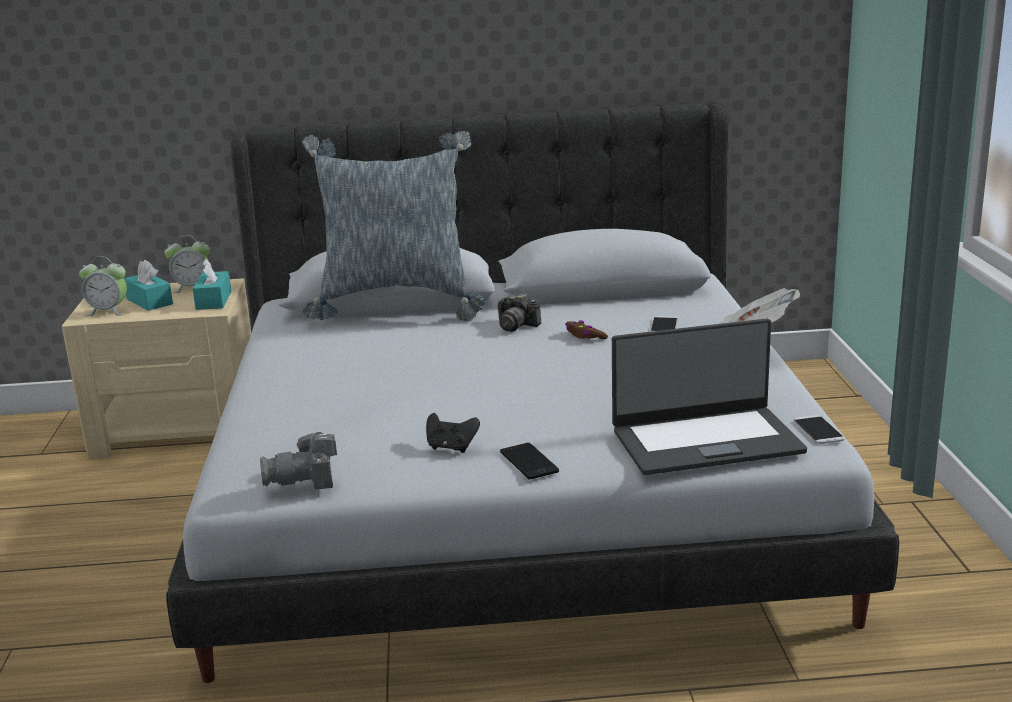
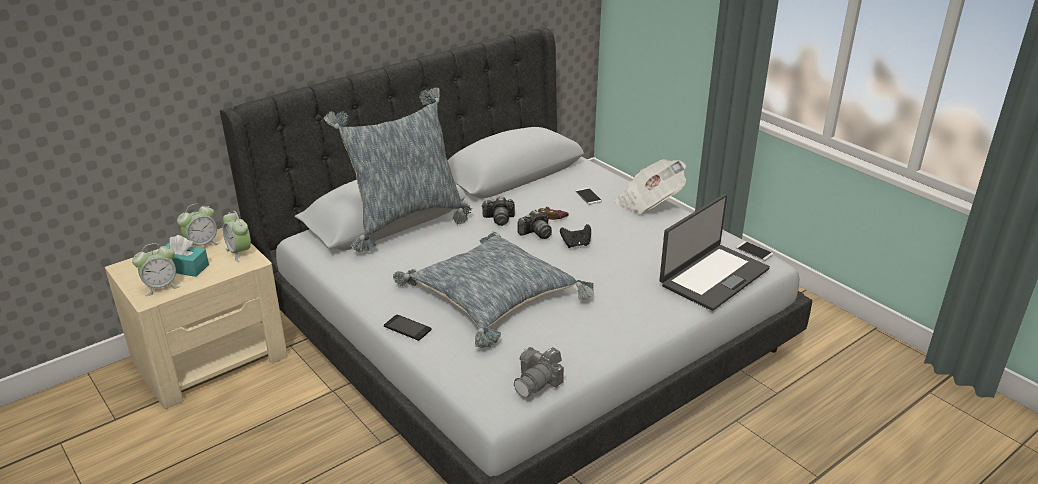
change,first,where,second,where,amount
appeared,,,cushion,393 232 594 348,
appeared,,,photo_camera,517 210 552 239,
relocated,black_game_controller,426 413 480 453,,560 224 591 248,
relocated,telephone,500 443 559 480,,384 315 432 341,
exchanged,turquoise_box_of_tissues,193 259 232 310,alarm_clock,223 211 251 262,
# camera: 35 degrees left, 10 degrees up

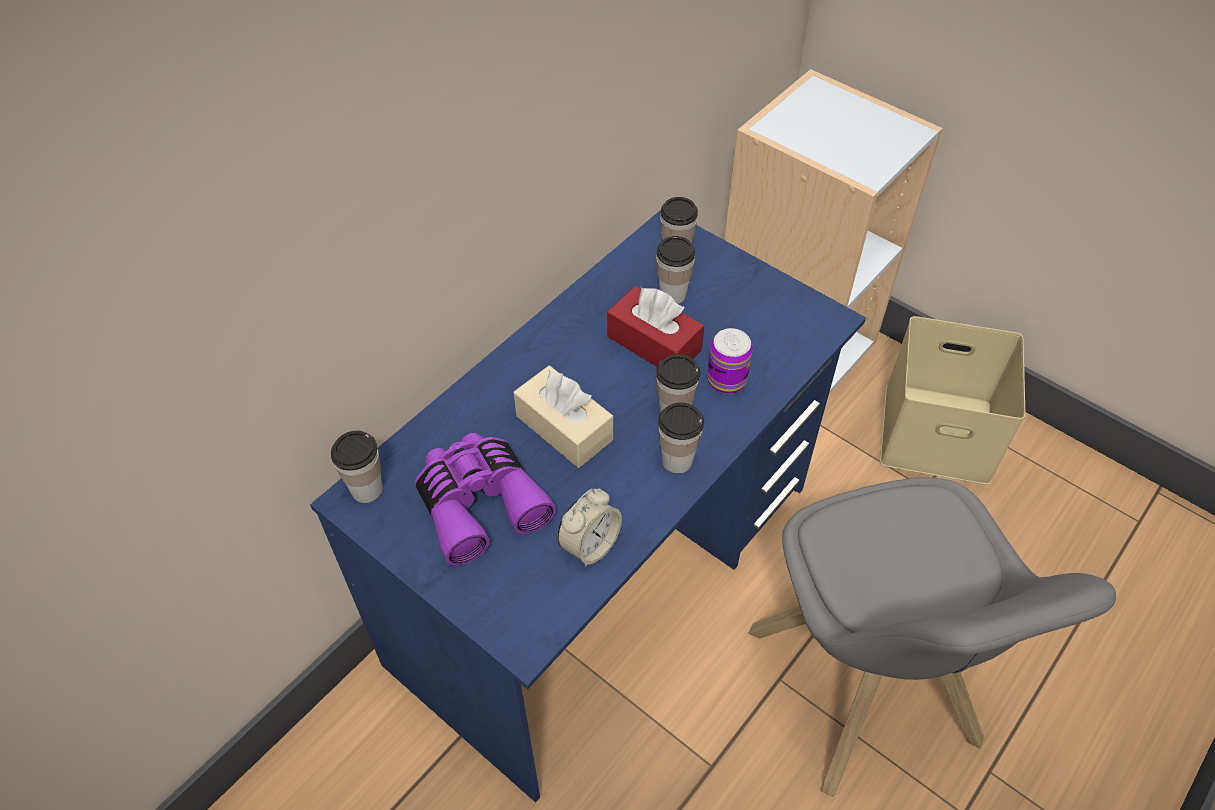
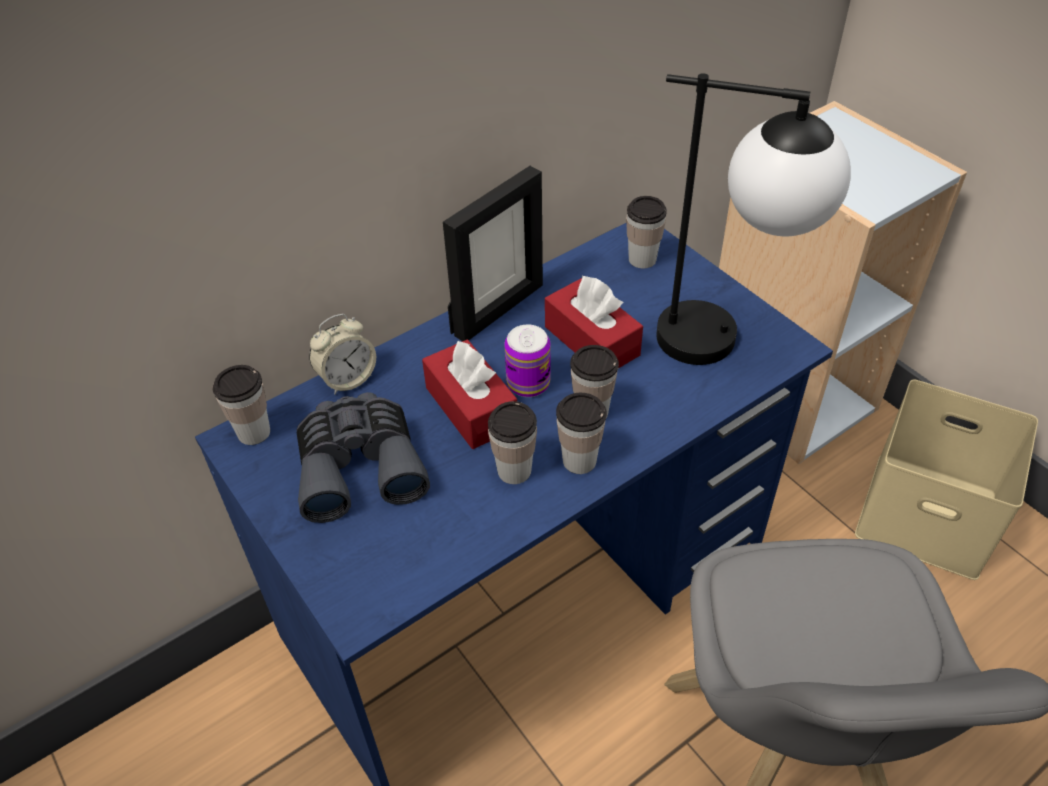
change,first,where,second,where,amount
appeared,,,picture_frame,443 166 543 341,
appeared,,,lamp_for_a_table,656 73 851 365,
relocated,alarm_clock,557 488 622 567,,309 314 376 395,
relocated,cup,656 236 695 304,,488 401 537 484,
relocated,can,707 328 753 394,,504 324 551 397,
colour,purple_field_glasses,415 433 556 566,grey_field_glasses,296 392 430 523,
colour,beige_box_of_tissues,514 366 613 468,red-coloured_box_of_tissues,422 340 517 449,
# camera: 15 degrees right, 5 degrees down

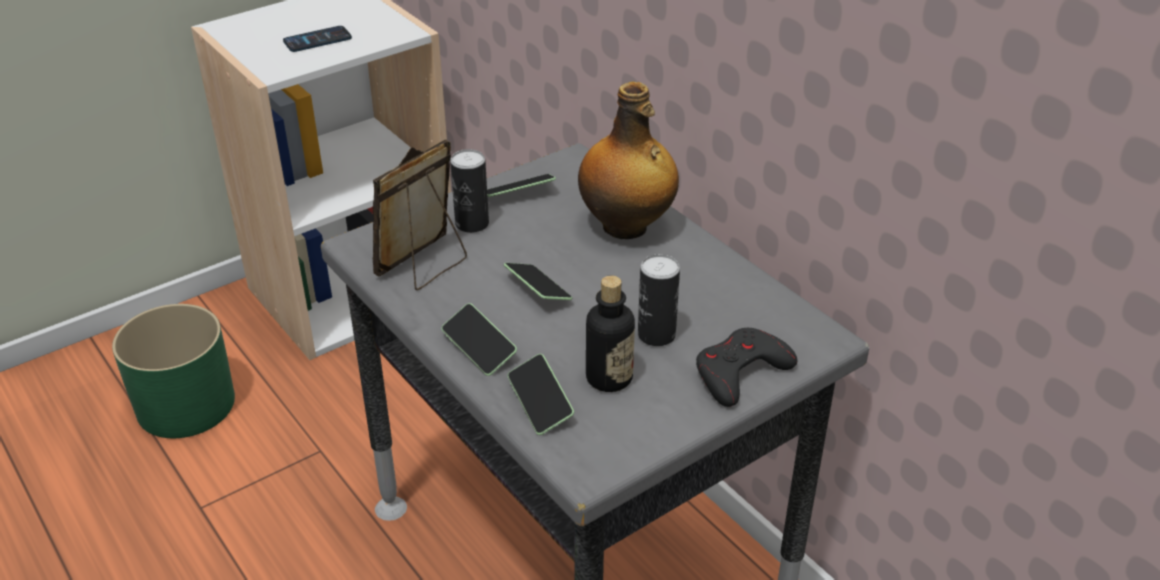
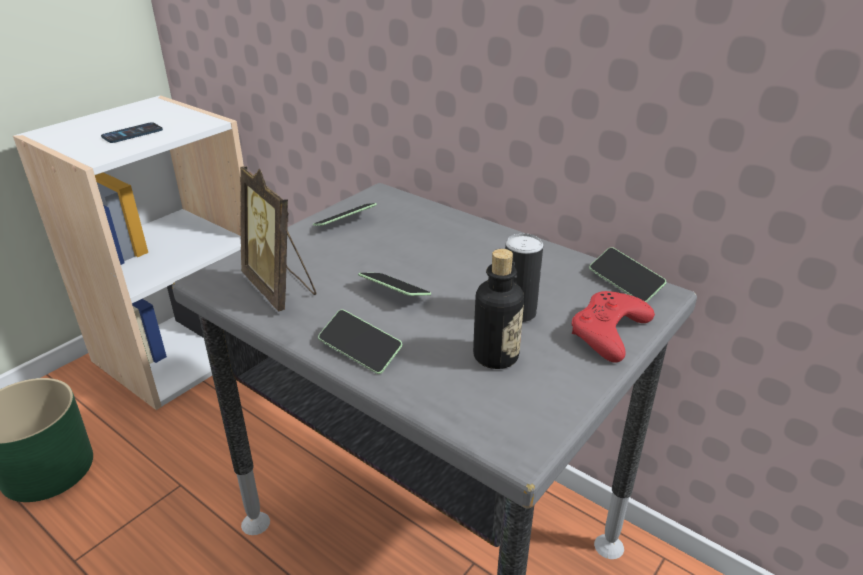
change,first,where,second,where,amount
missing,can,450 149 489 233,,,
missing,drink_bottle,578 82 679 239,,,
relocated,telephone,507 354 574 435,,589 247 666 303,
colour,black_game_controller,696 328 797 407,red-coloured_game_controller,572 291 655 363,
spun,picture_frame,373 139 467 290,,240 166 316 311,60 degrees counterclockwise
# camera: 15 degrees left, 5 degrees down

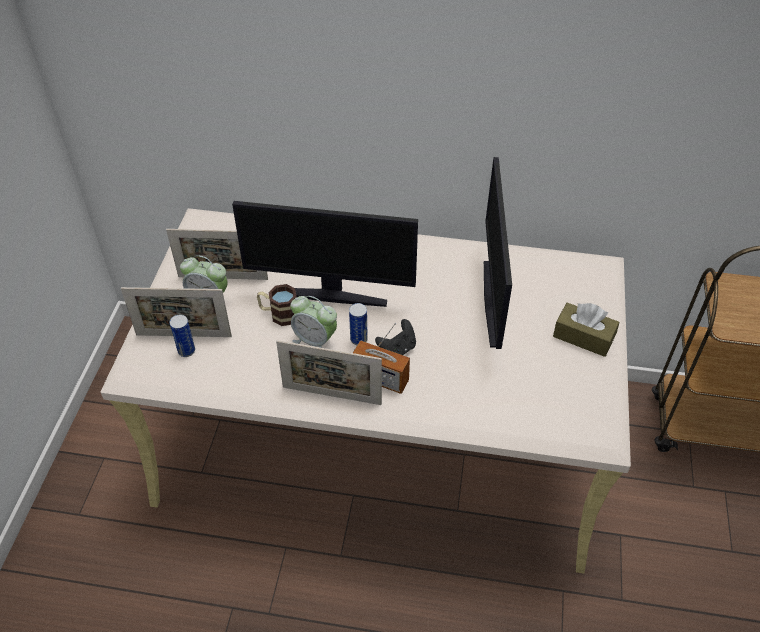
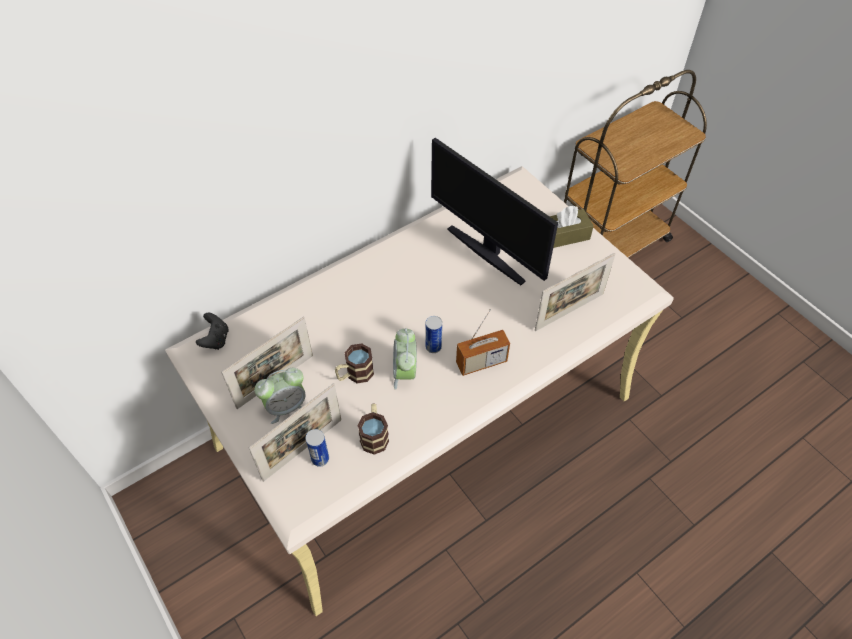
change,first,where,second,where,amount
missing,computer_display,232 201 418 307,,,
appeared,,,coffee_mug,357 404 389 455,
relocated,picture_frame,276 340 382 405,,535 253 615 331,
relocated,black_game_controller,375 319 416 355,,196 313 229 350,
spun,alarm_clock,290 296 337 348,,393 328 417 390,105 degrees clockwise
# camera: 45 degrees left, 5 degrees up

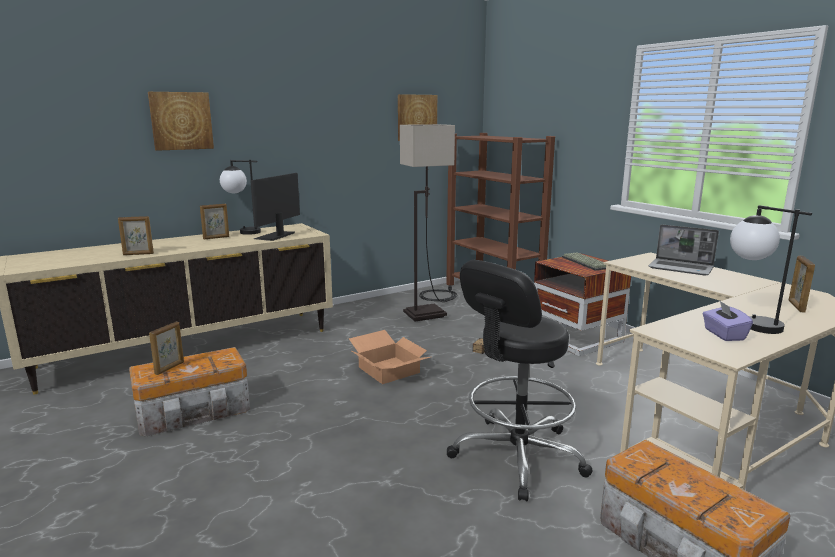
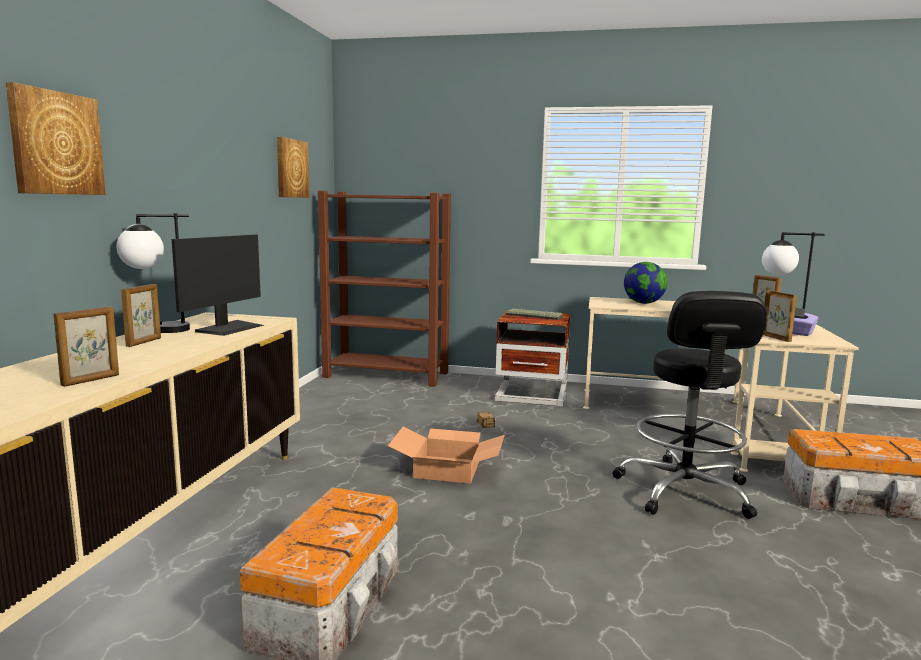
change,first,where,second,where,amount
missing,standard_lamp,400 124 457 322,,,
relocated,picture_frame,149 322 184 375,,763 290 797 342,
exchanged,portable_computer,648 224 719 276,world_globe,624 262 667 304,
spun,computer_display,250 173 300 241,,172 234 264 336,135 degrees counterclockwise
# camera: 45 degrees left, 5 degrees down

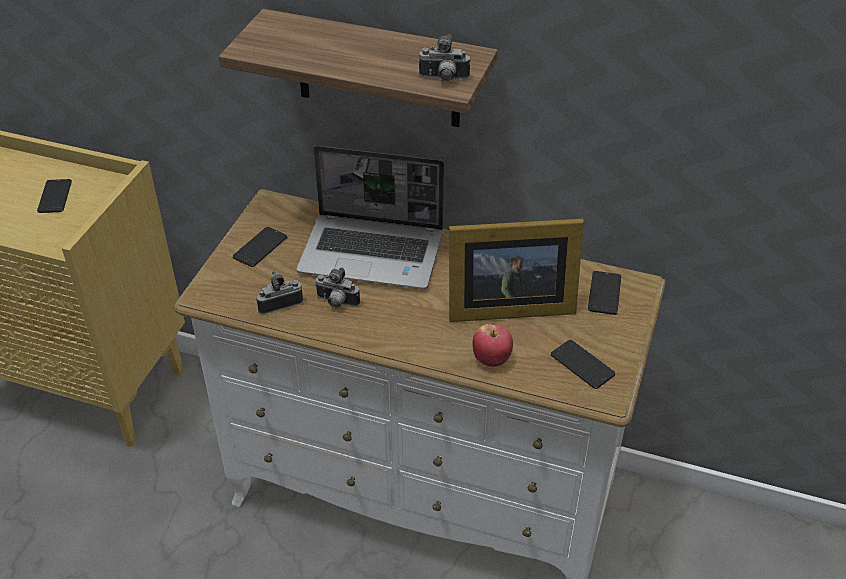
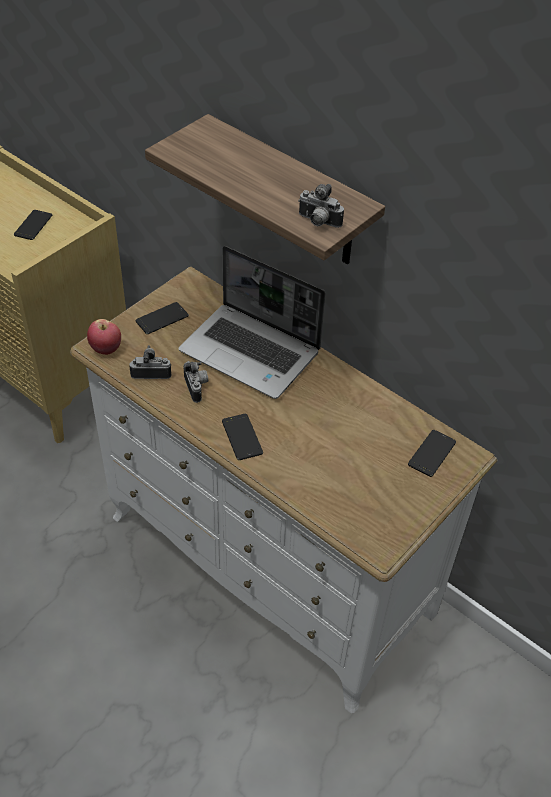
change,first,where,second,where,amount
missing,picture_frame,449 219 584 322,,,
relocated,apple_fruit,473 324 513 367,,87 319 121 355,
relocated,telephone,550 340 616 389,,222 414 263 460,
spun,photo_camera,315 267 360 308,,183 361 208 403,150 degrees counterclockwise
# camera: 20 degrees right, 5 degrees up

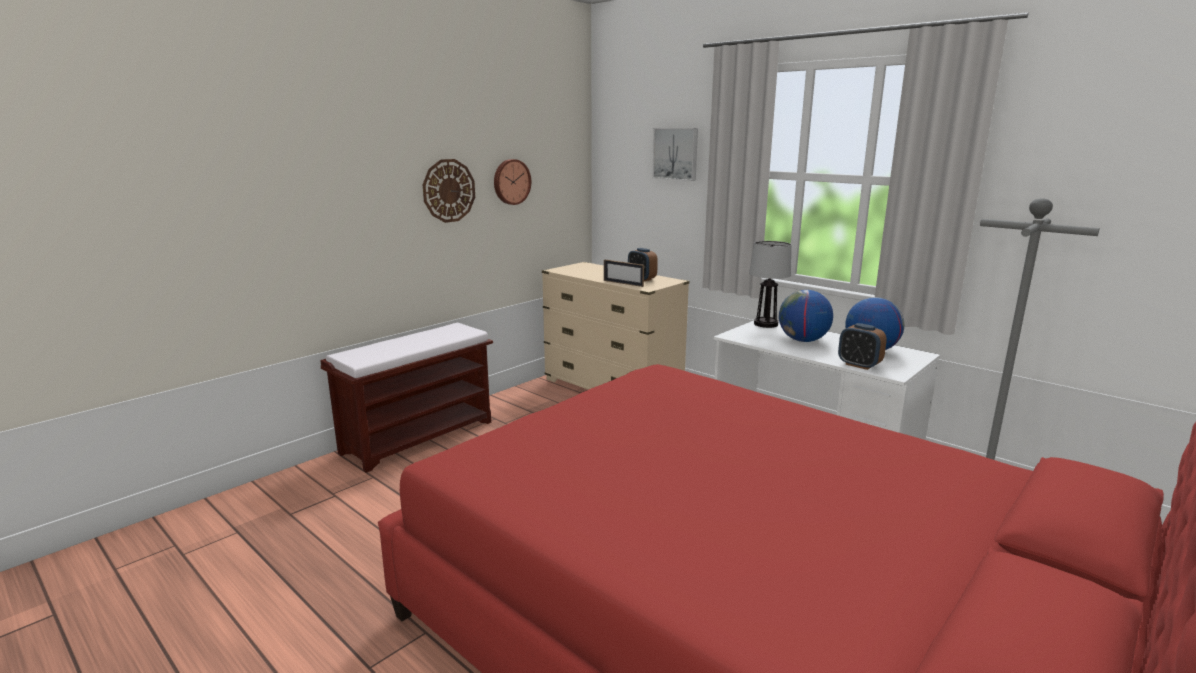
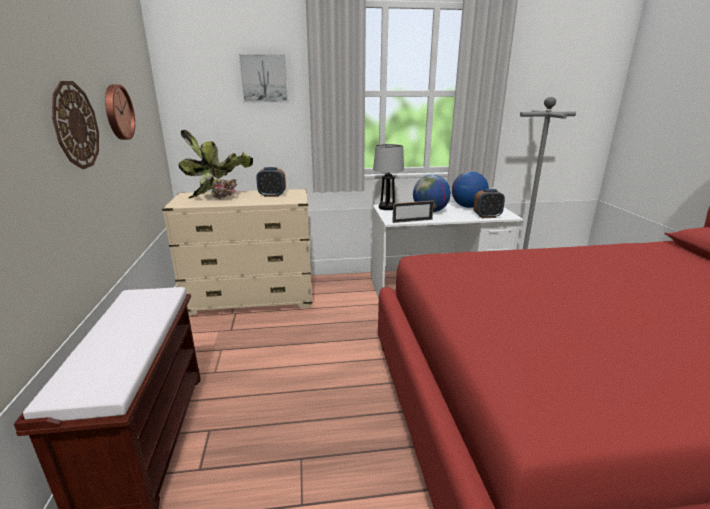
change,first,where,second,where,amount
appeared,,,houseplant,179 130 253 199,
relocated,picture_frame,604 260 644 287,,392 201 434 223,
# camera: 50 degrees left, 5 degrees up

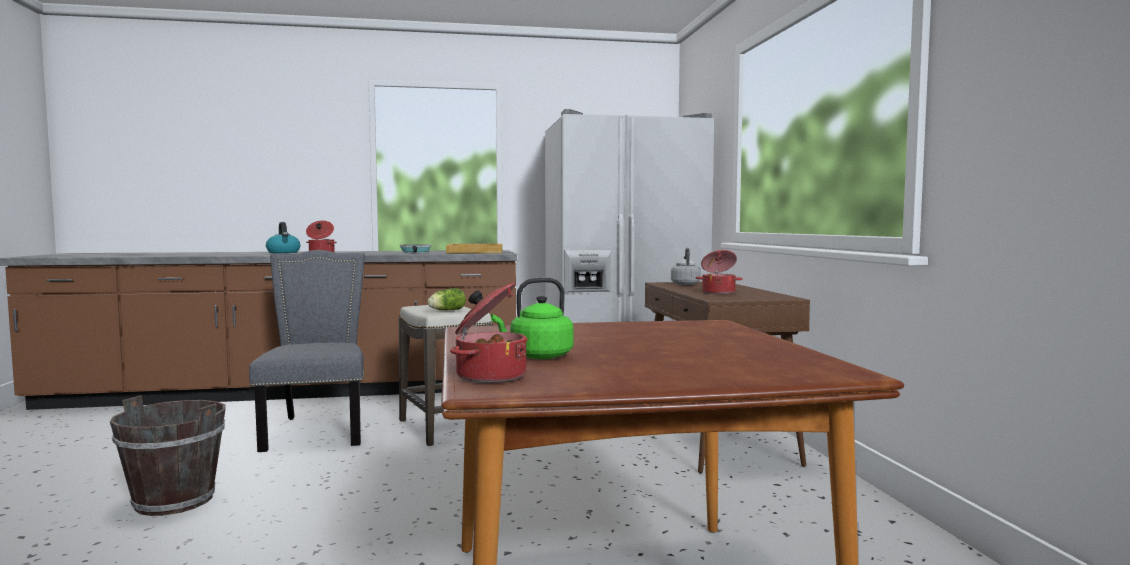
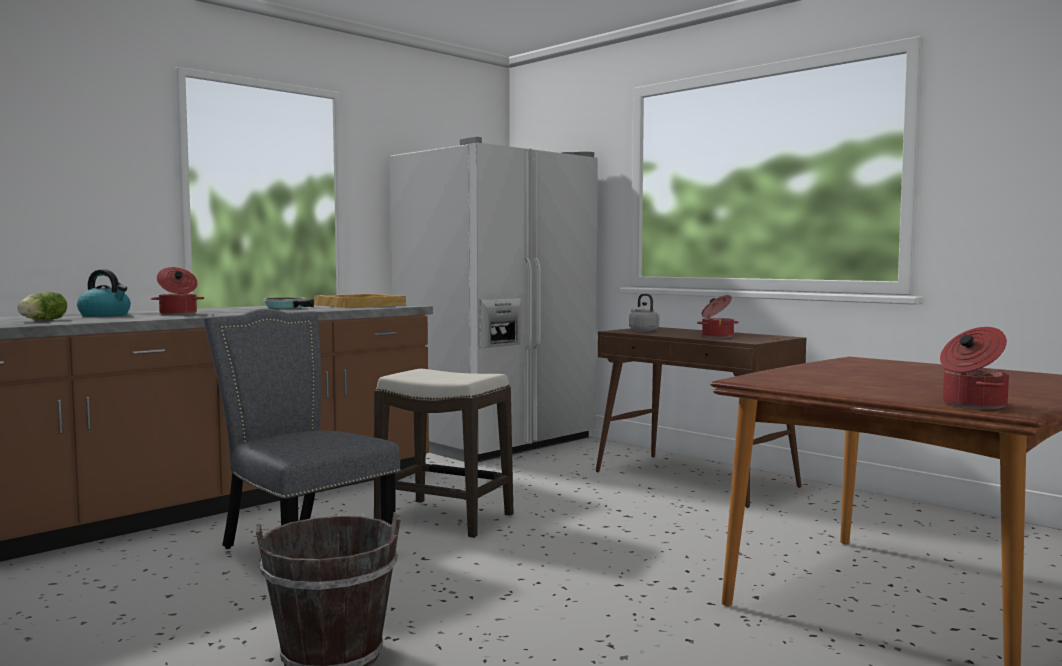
change,first,where,second,where,amount
missing,greenish_tea_kettle,491 278 574 359,,,
relocated,lettuce_head,428 288 466 310,,18 292 67 320,
# camera: 35 degrees left, 0 degrees up

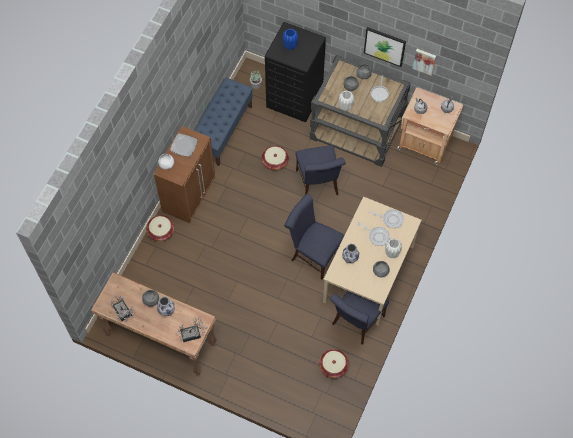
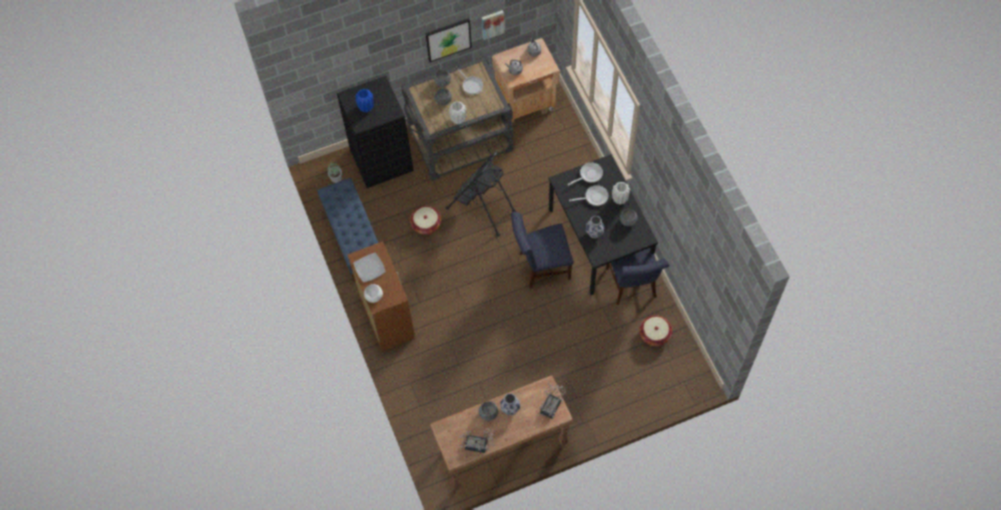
change,first,where,second,where,amount
missing,storage_basket,146 215 175 241,,,
exchanged,blue_chair,296 145 346 195,step_stool,446 151 516 237,
colour,beige_kitchen_table,323 196 422 325,black_kitchen_table,548 154 658 295,
# camera: 45 degrees left, 0 degrees up

